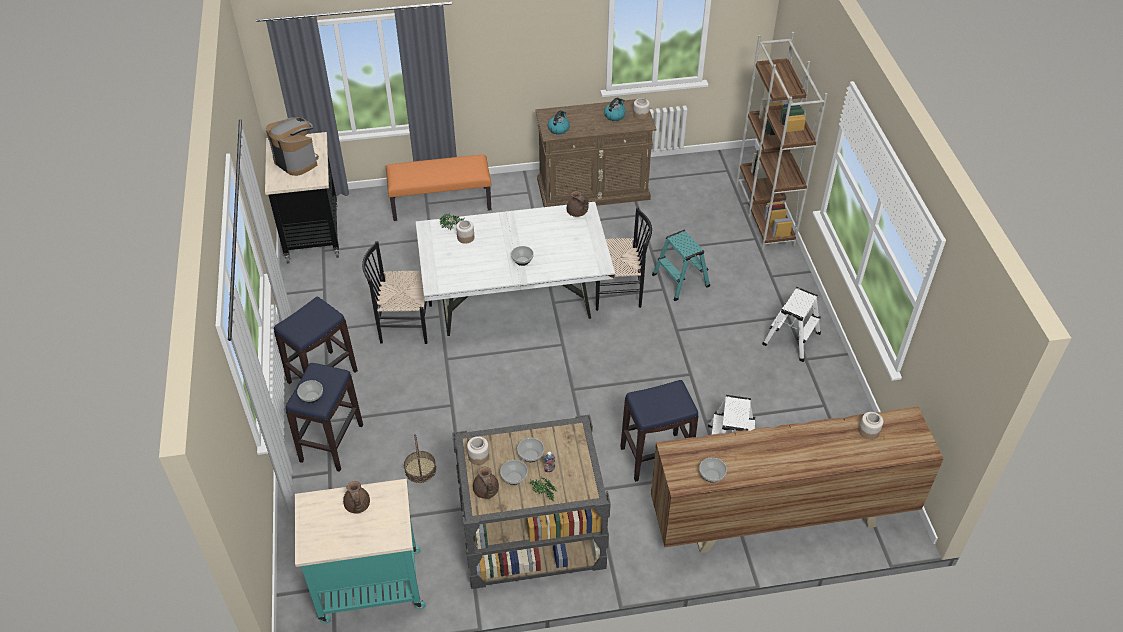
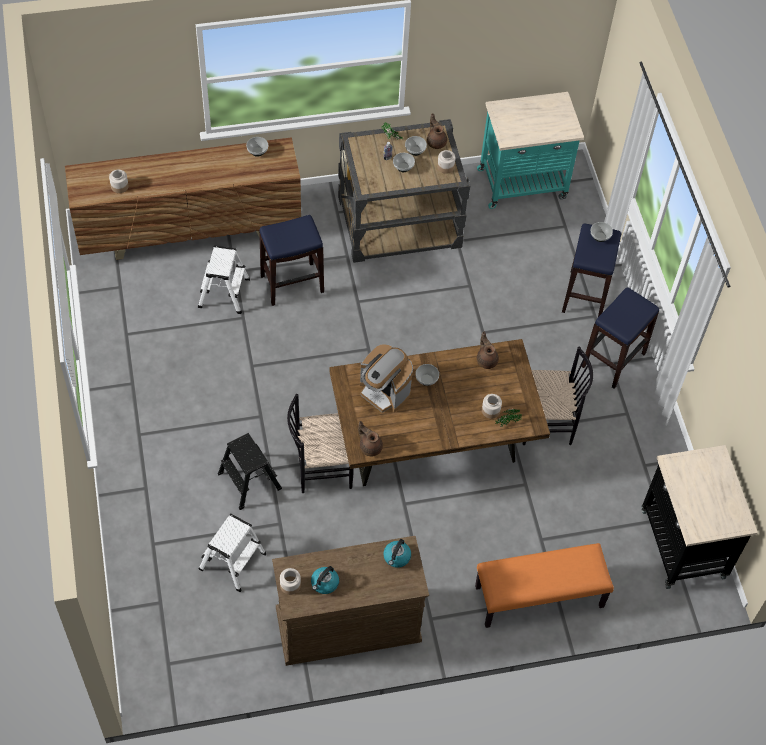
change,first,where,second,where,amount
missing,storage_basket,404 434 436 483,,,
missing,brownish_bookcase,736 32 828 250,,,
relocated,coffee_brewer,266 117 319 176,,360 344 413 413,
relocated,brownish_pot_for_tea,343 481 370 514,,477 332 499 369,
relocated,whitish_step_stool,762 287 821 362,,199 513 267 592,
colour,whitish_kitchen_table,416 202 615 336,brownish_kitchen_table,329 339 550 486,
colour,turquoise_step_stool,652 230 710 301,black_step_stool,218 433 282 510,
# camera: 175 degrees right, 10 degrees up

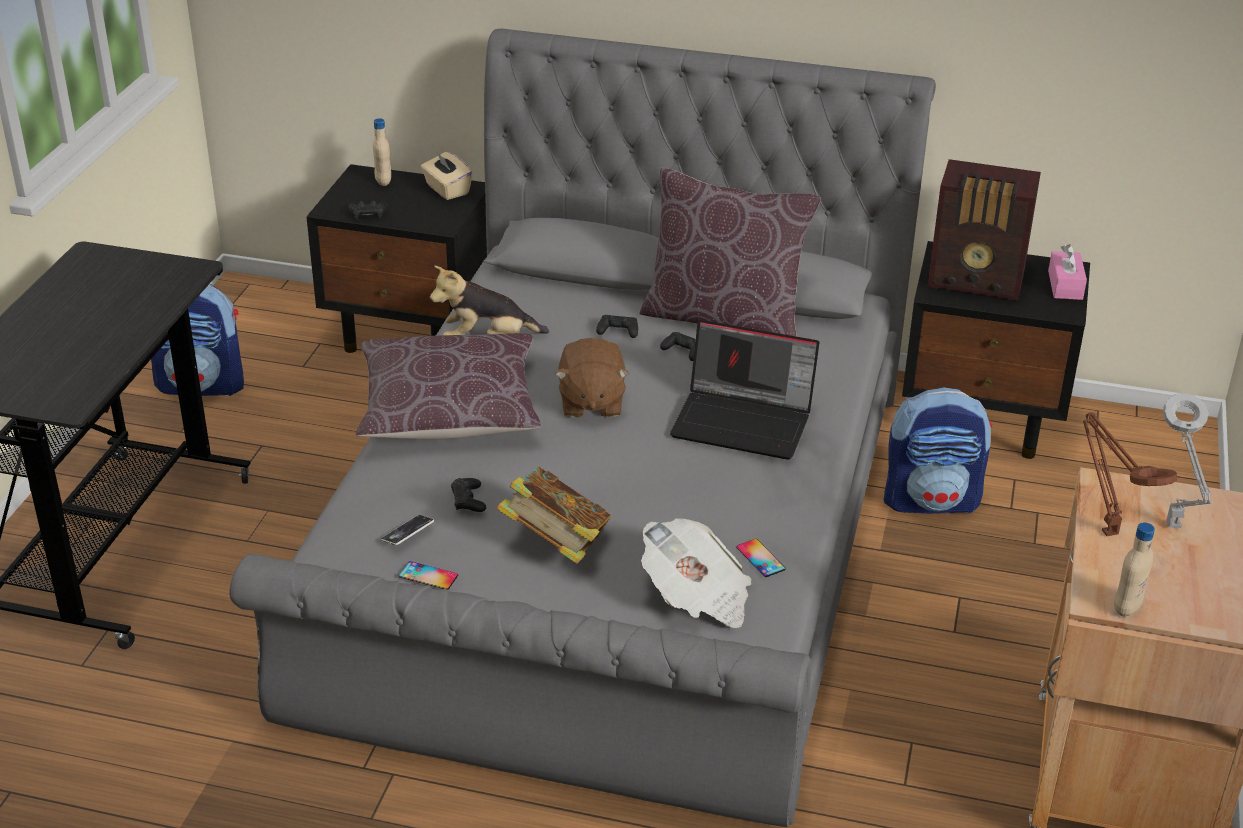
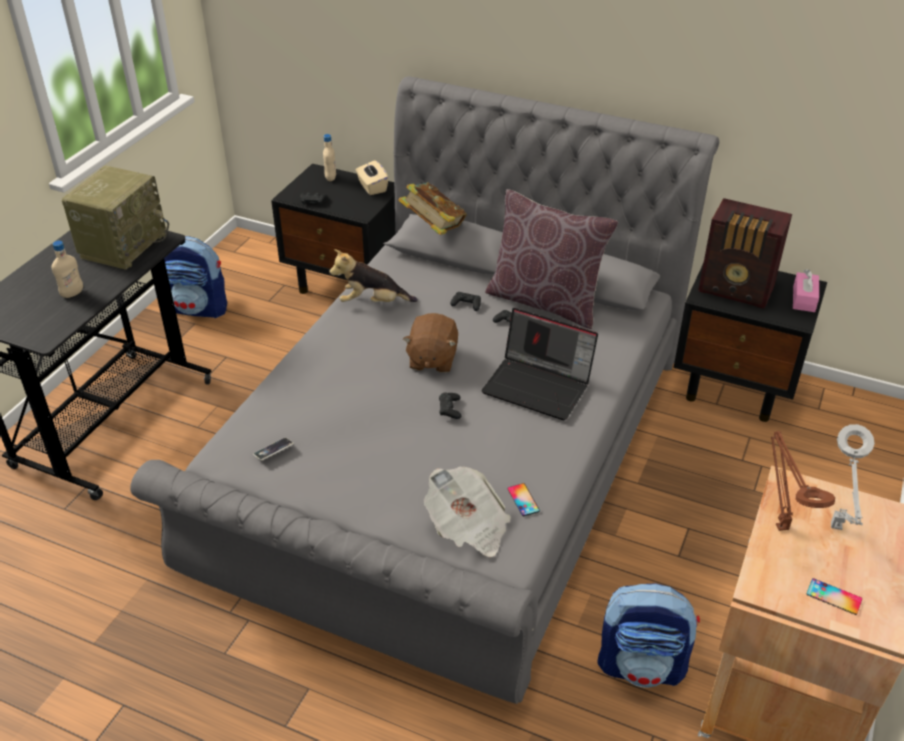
change,first,where,second,where,amount
missing,brownish_cushion,356 333 541 439,,,
appeared,,,radio_set,62 166 169 270,
relocated,telephone,399 561 458 590,,806 578 862 615,
relocated,black_game_controller,451 478 486 512,,439 392 461 419,
relocated,book,496 466 611 564,,398 182 467 235,
relocated,backpack,884 387 993 514,,597 583 700 688,
relocated,beige_drink_bottle,1114 523 1155 616,,52 241 83 298,
# camera: 10 degrees right, 5 degrees up

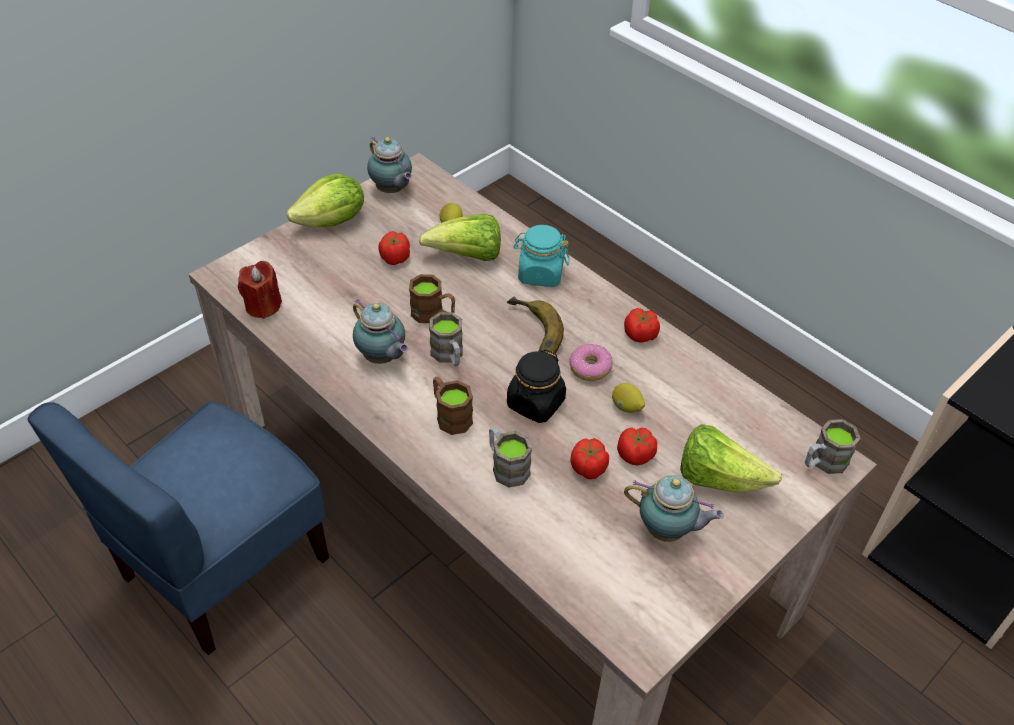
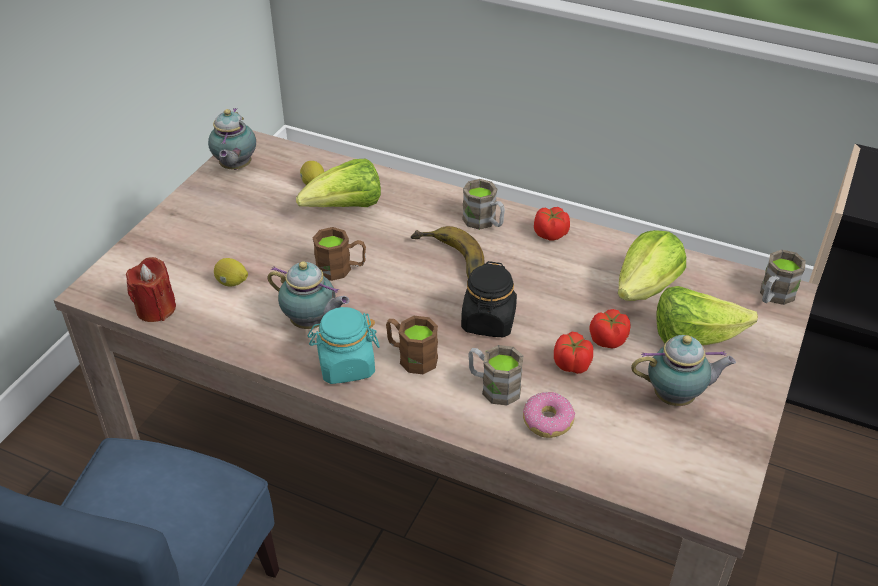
change,first,where,second,where,amount
missing,fresh_tomato,378 231 410 265,,,
relocated,lettuce_head,286 174 364 228,,618 230 686 301,
relocated,brownish_coffee_mug,429 312 463 366,,462 179 505 230,
relocated,turquoise_preserve_jar,513 225 570 287,,308 307 380 384,
relocated,donut,569 344 612 381,,523 392 575 438,
relocated,citrus_fruit,612 383 645 413,,214 258 248 286,
spun,pot_for_tea,367 137 412 193,,208 108 256 170,60 degrees clockwise
# camera: 20 degrees left, 5 degrees down

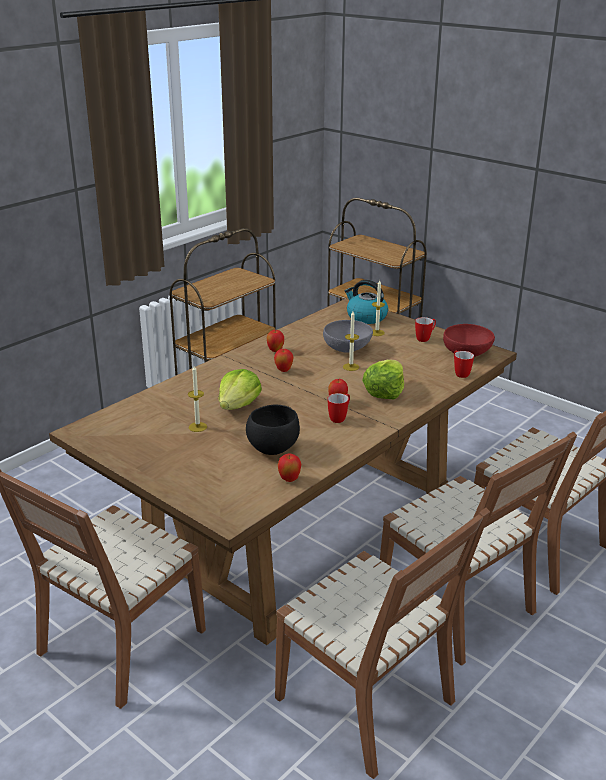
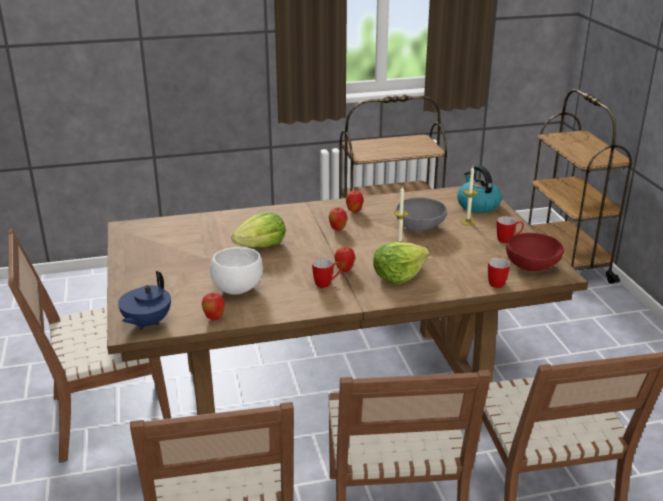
change,first,where,second,where,amount
missing,wax_candle,188 366 207 432,,,
appeared,,,blue_pot_for_tea,118 271 171 330,
colour,black_deep_dish,246 405 300 455,whitish_deep_dish,210 247 263 295,
# camera: 35 degrees right, 0 degrees up

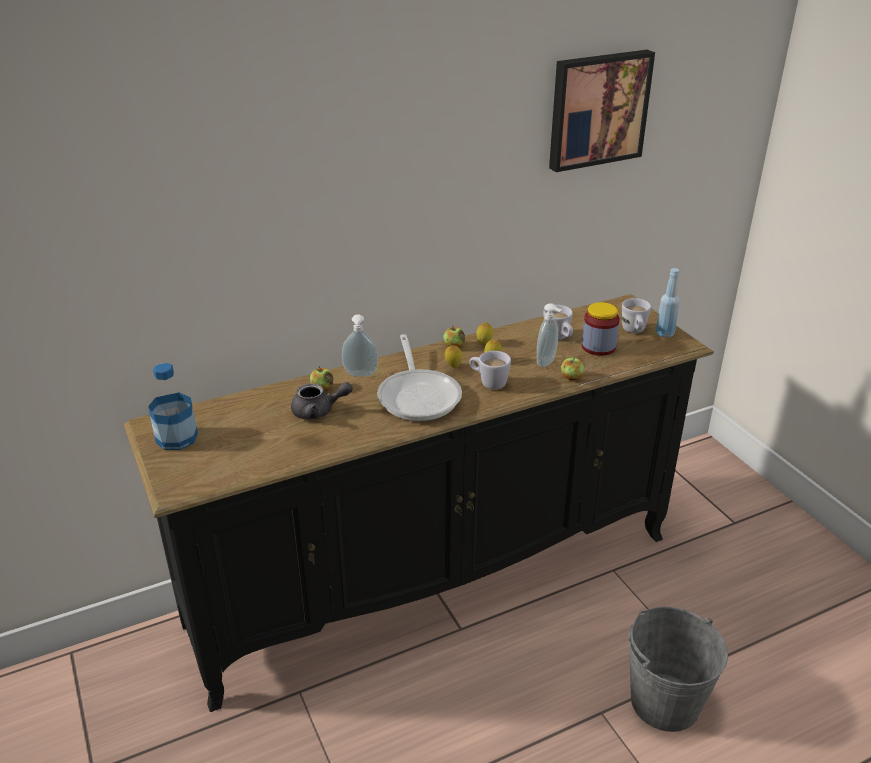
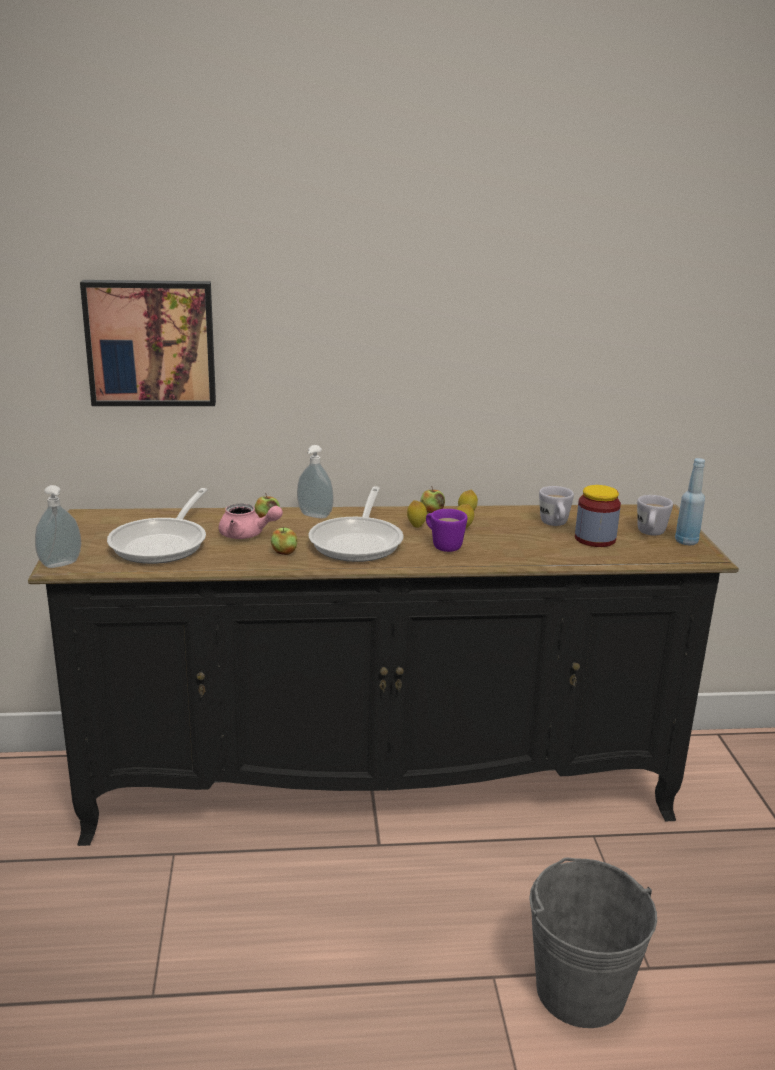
change,first,where,second,where,amount
missing,drink_bottle,148 363 198 450,,,
appeared,,,pan,107 488 208 564,
relocated,liquid_soap_bottle,537 303 562 367,,35 485 81 568,
relocated,wall_picture,549 50 655 172,,80 280 216 406,
relocated,apple_fruit,561 357 584 380,,271 527 298 555,
colour,grey_pot_for_tea,291 382 353 420,pink_pot_for_tea,219 504 283 539,
colour,whitish_coffee_mug,469 351 511 390,purple_coffee_mug,426 509 468 552,
# camera: 20 degrees right, 10 degrees down

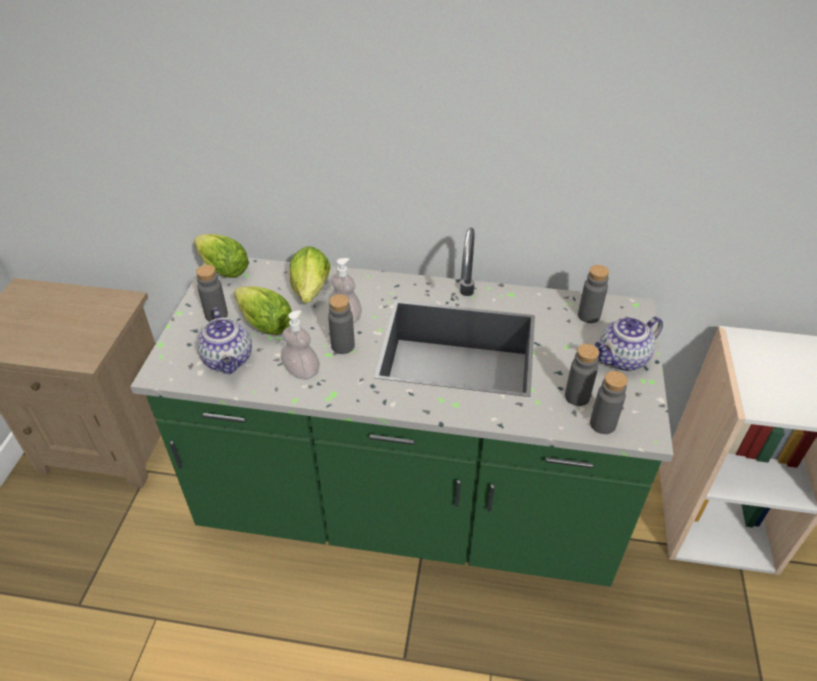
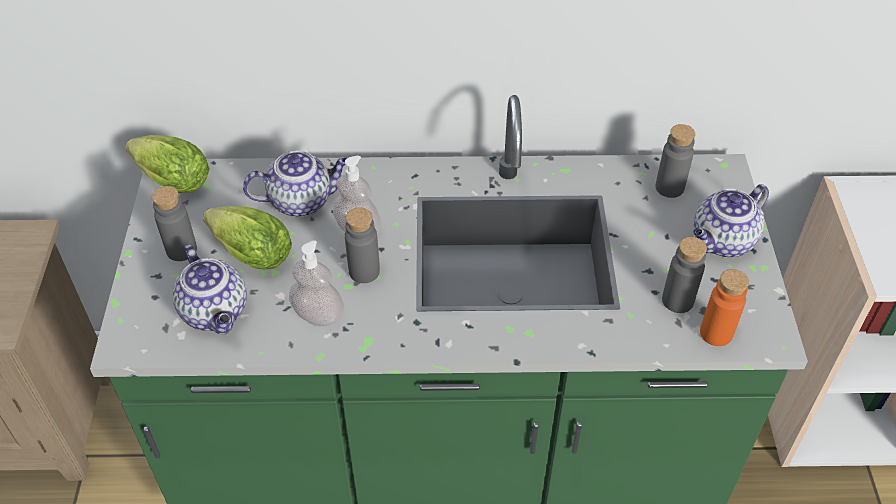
change,first,where,second,where,amount
exchanged,lettuce_head,290 246 330 303,pot_for_tea,243 151 347 217,
colour,grey_drink_bottle,590 371 628 434,orange-coloured_drink_bottle,700 269 749 346,
# camera: 10 degrees left, 5 degrees up

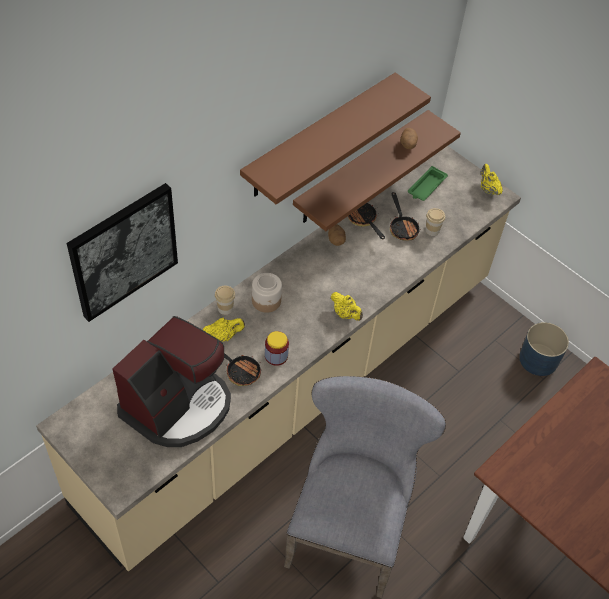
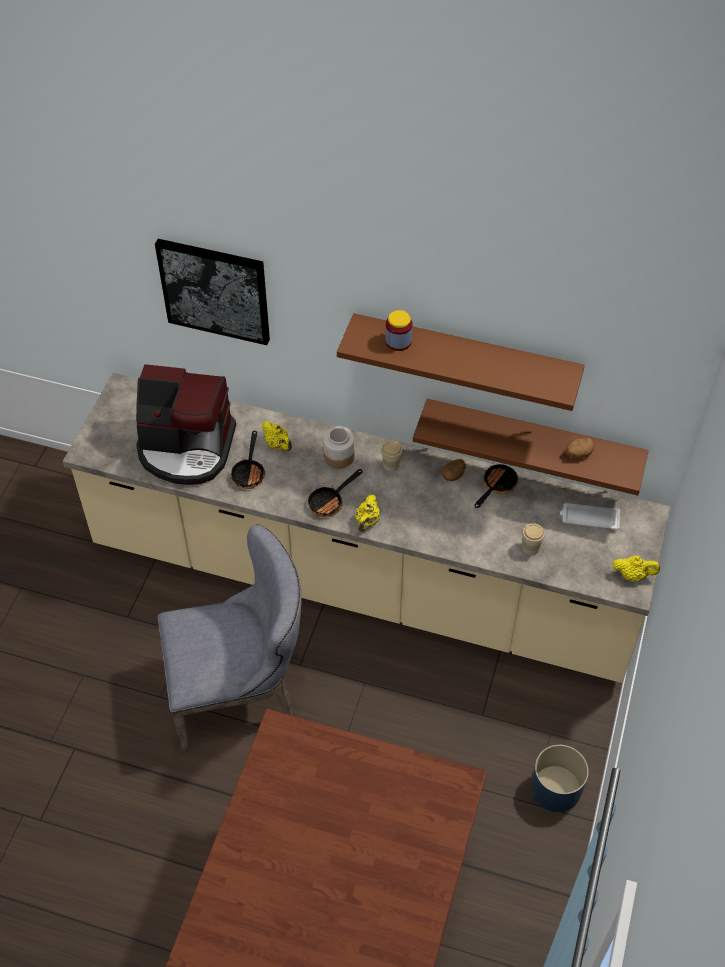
change,first,where,second,where,amount
relocated,cup,215 286 235 315,,381 441 403 472,
relocated,preserve_jar,265 331 289 366,,385 310 413 351,
relocated,pan,390 192 421 240,,308 469 363 517,
colour,greenish_carrying_tray,408 166 448 201,whitish_carrying_tray,560 503 620 529,
spun,yellow_pot_for_tea,481 164 503 195,,613 556 660 582,60 degrees clockwise
# camera: 65 degrees right, 0 degrees up

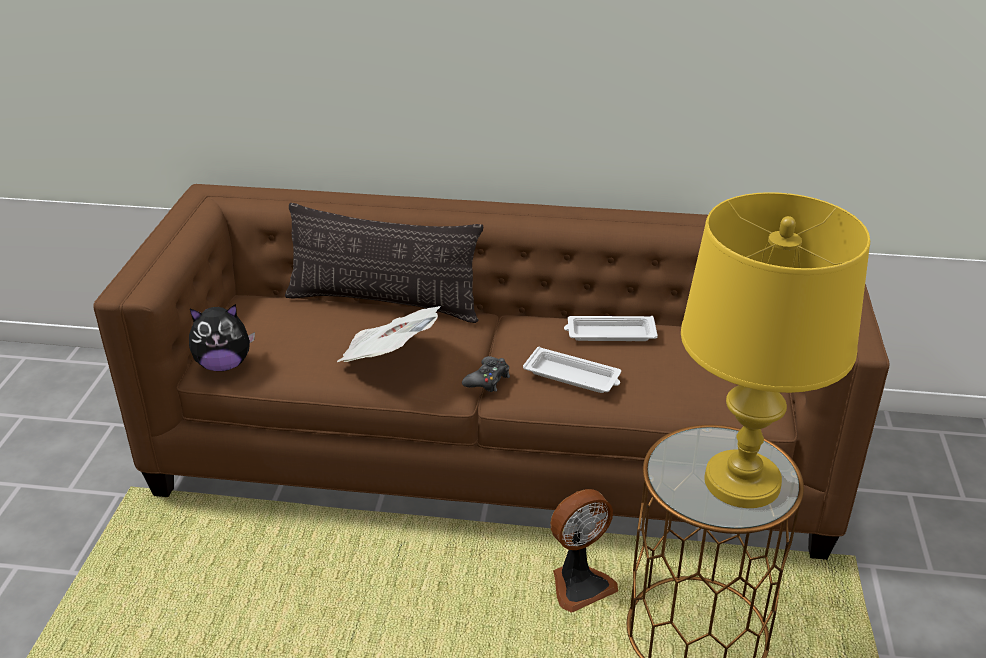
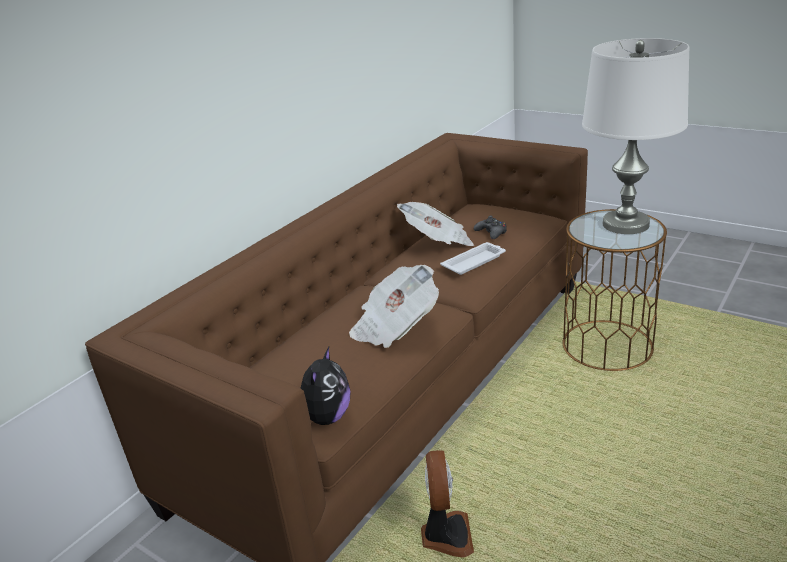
change,first,where,second,where,amount
missing,cushion,285 203 484 323,,,
relocated,black_game_controller,462 356 510 392,,474 216 507 239,
relocated,electric_fan,550 489 618 613,,421 450 474 557,
exchanged,whitish_carrying_tray,564 316 658 341,newspaper,397 202 474 246,
colour,yellow_lamp_for_a_table,681 192 870 508,whitish_lamp_for_a_table,582 38 689 234,
# camera: 60 degrees left, 5 degrees down

